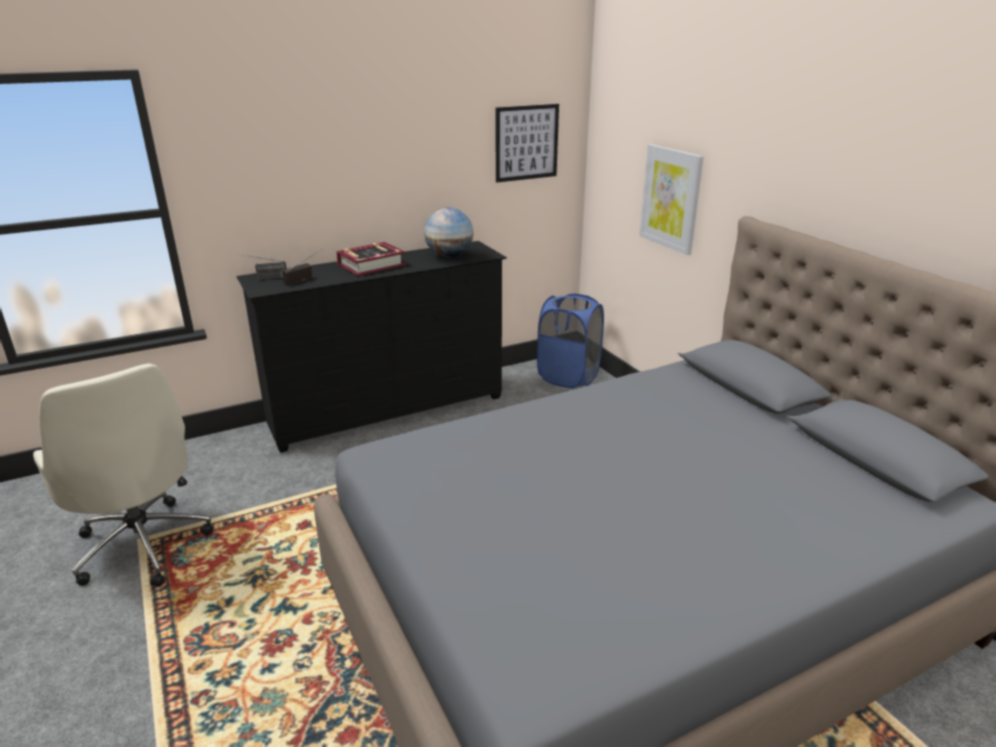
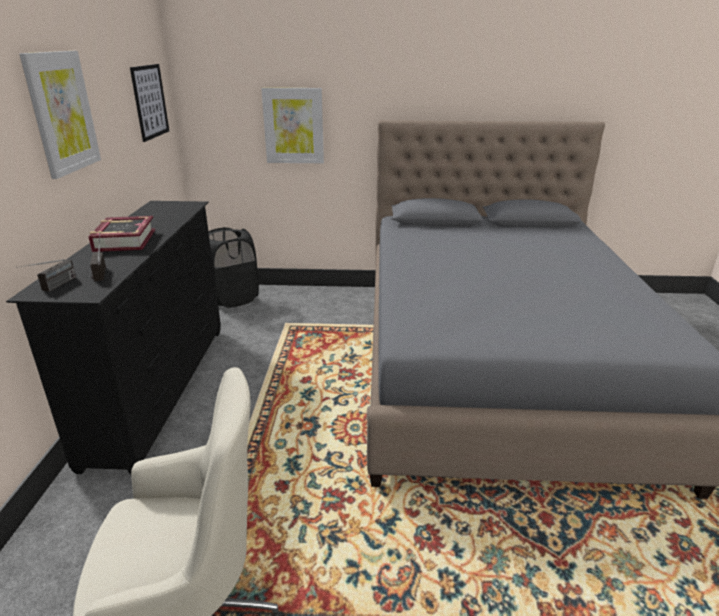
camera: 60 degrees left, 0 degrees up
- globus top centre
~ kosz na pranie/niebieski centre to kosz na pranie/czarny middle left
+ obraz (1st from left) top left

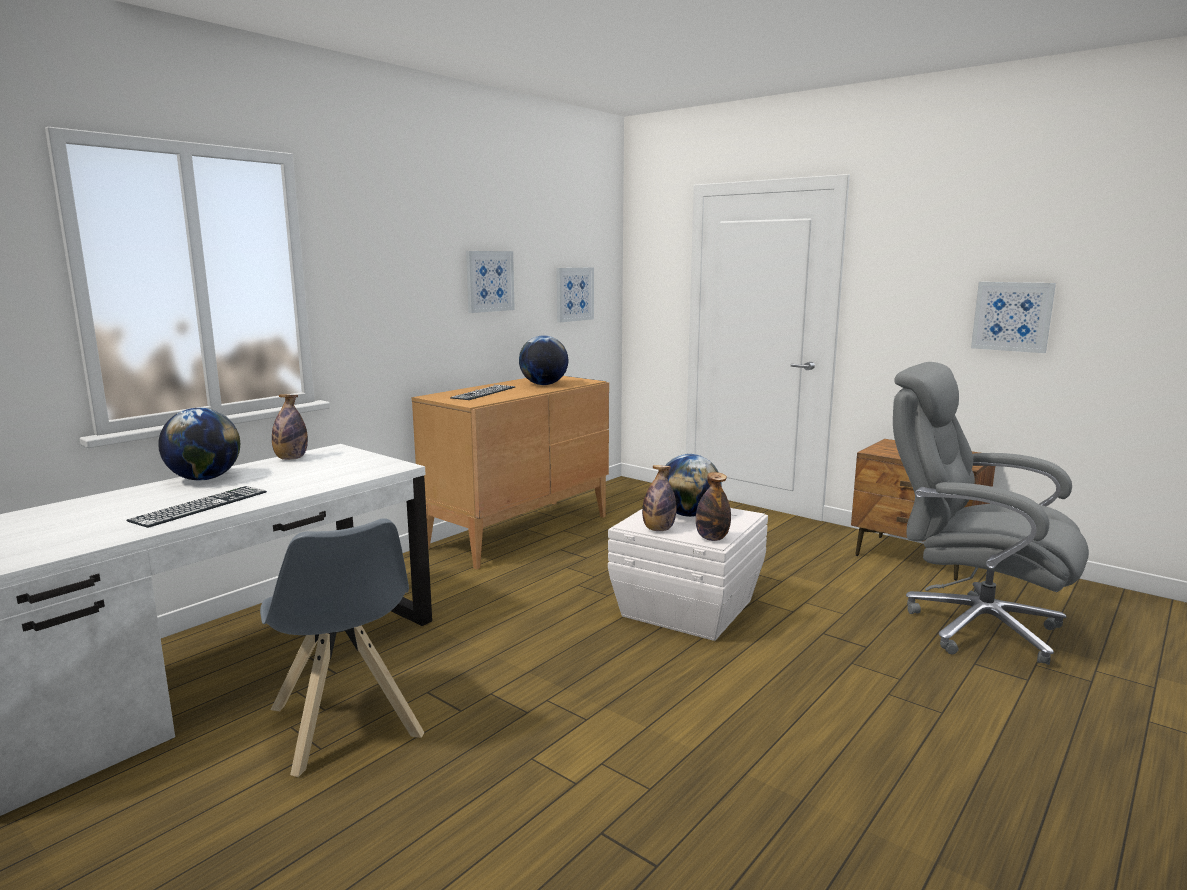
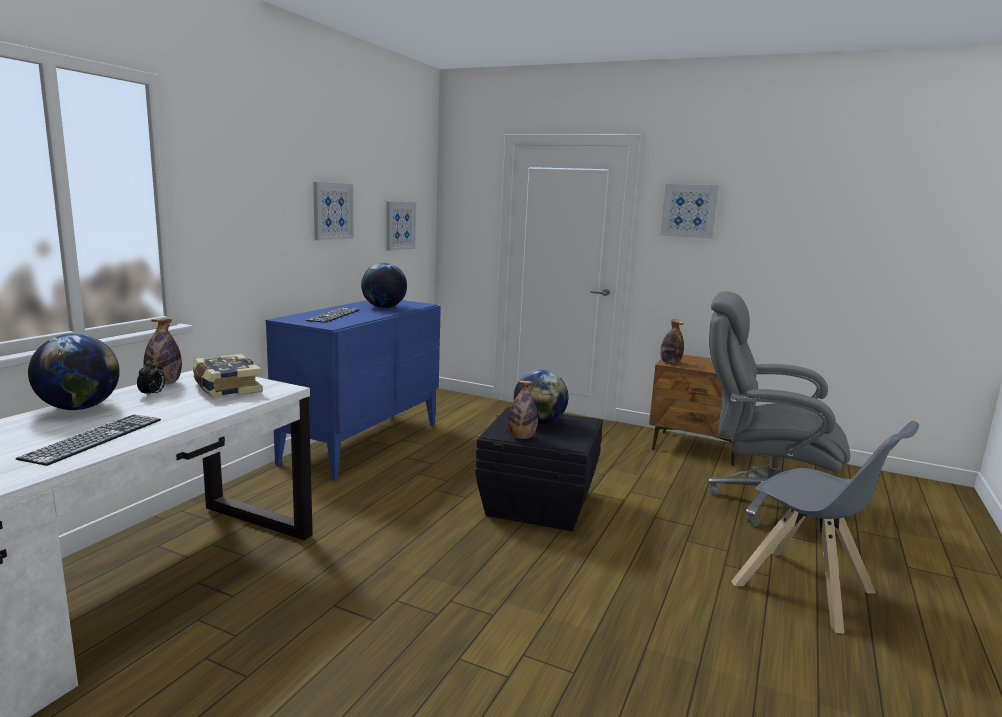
camera: 15 degrees left, 0 degrees up
~ krzesło/szary bottom left to bottom right
~ szafka/brązowy centre to szafka/niebieski centre
~ pojemnik do przechowywania/biały centre to pojemnik do przechowywania/czarny centre
~ butelka (3rd from left) centre to middle right
~ obraz (3rd from left) middle right to top right
+ budzik middle left
+ książka middle left

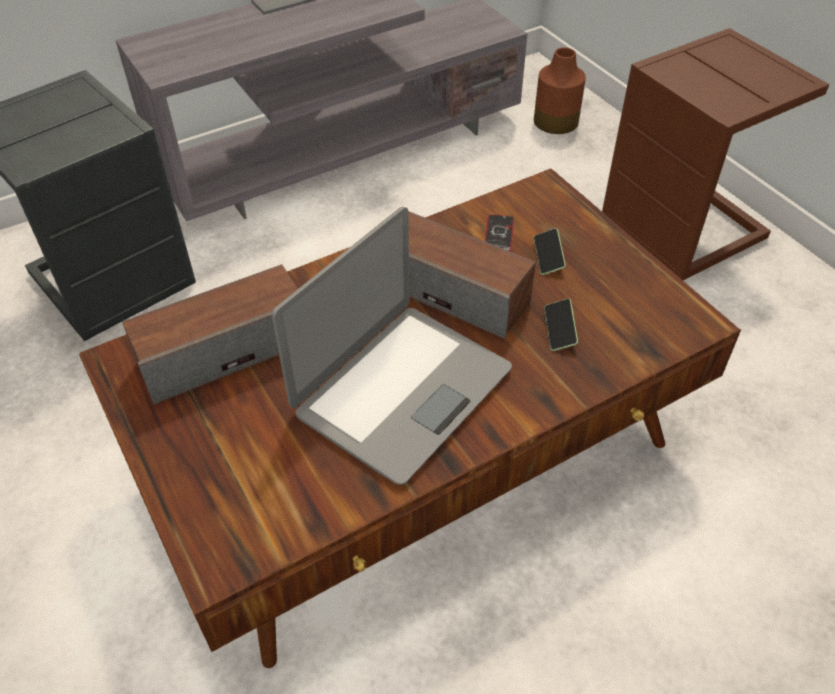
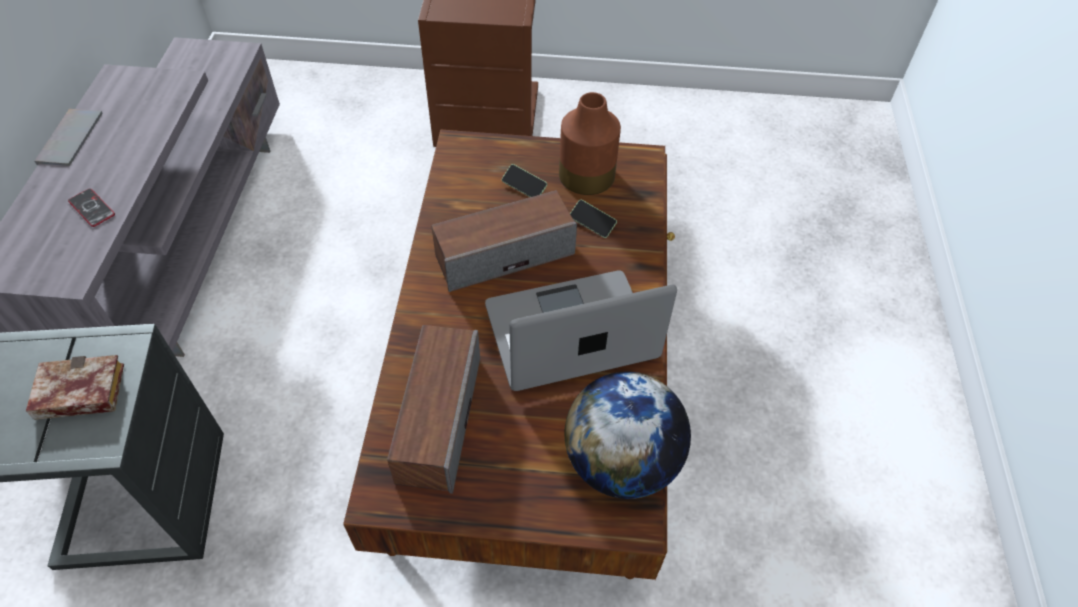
camera: 55 degrees left, 5 degrees up
~ laptop centre = centre 90 degrees counterclockwise
~ telefon (1st from left) centre to middle left
~ wazon/brązowy top right to top centre
+ książka middle left
+ globus bottom centre

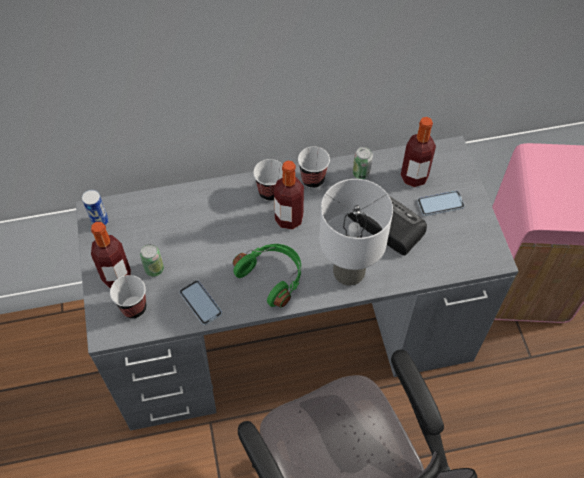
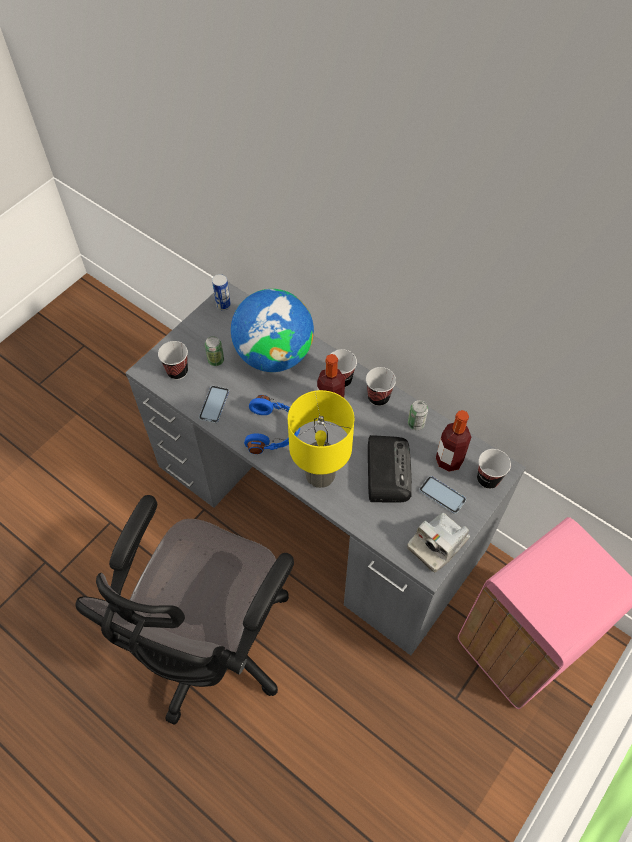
camera: 50 degrees right, 0 degrees up
- butelka (1st from left) middle left
~ słuchawki/zielony centre to słuchawki/niebieski centre
~ lampa stołowa/biały centre to lampa stołowa/żółty centre
+ globus centre
+ aparat fotograficzny middle right
+ filiżanka (4th from left) middle right

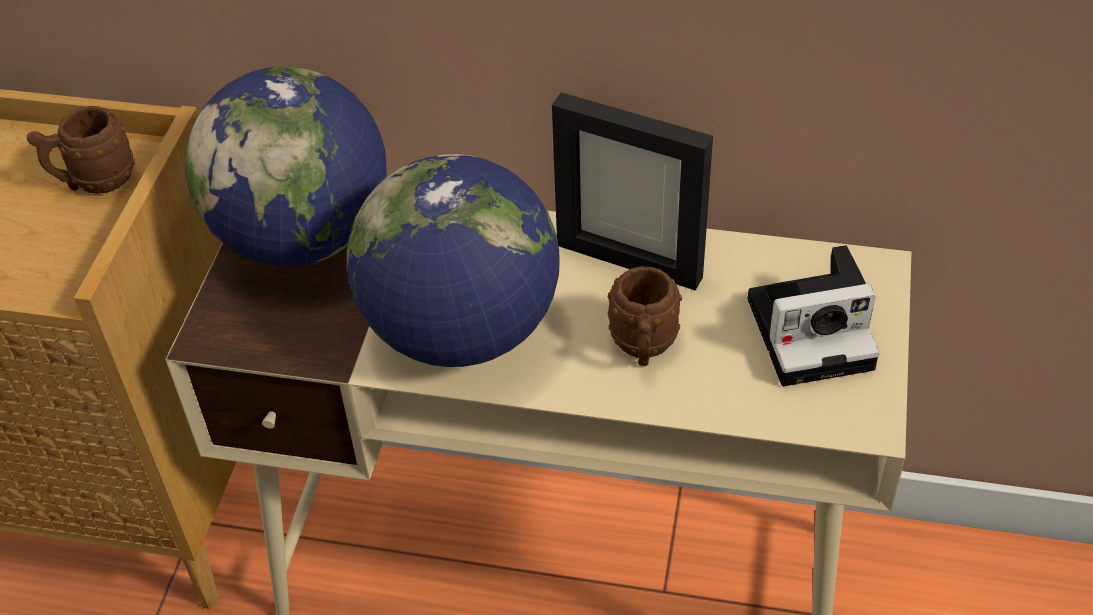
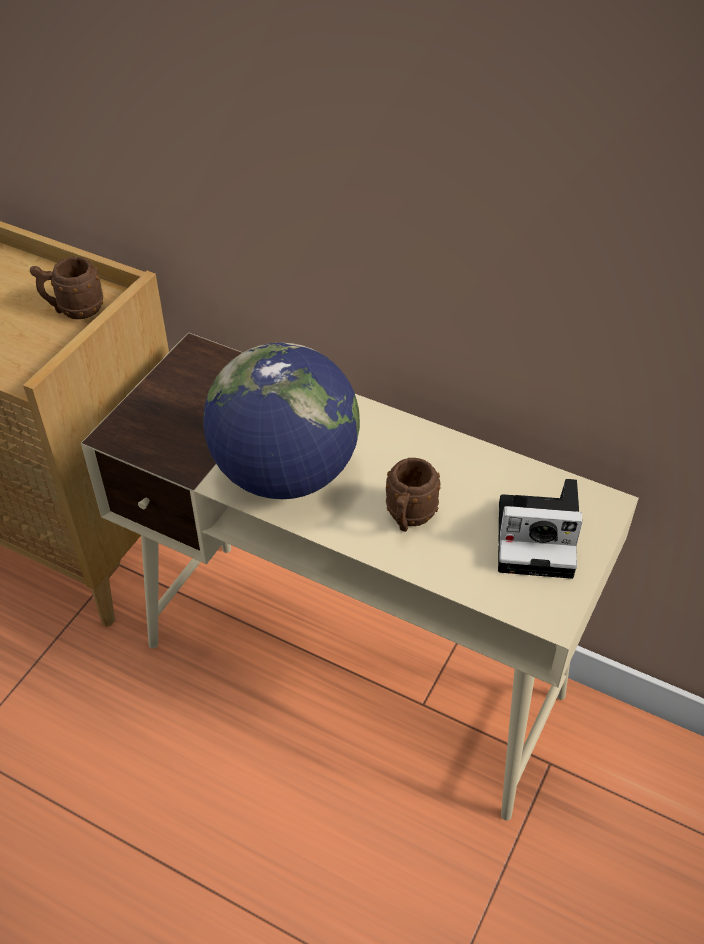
camera: 15 degrees right, 0 degrees up
- globus (1st from left) top left
- ramka na zdjęcie top centre

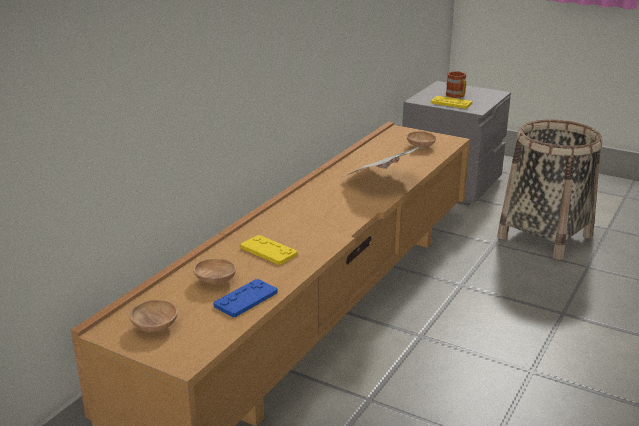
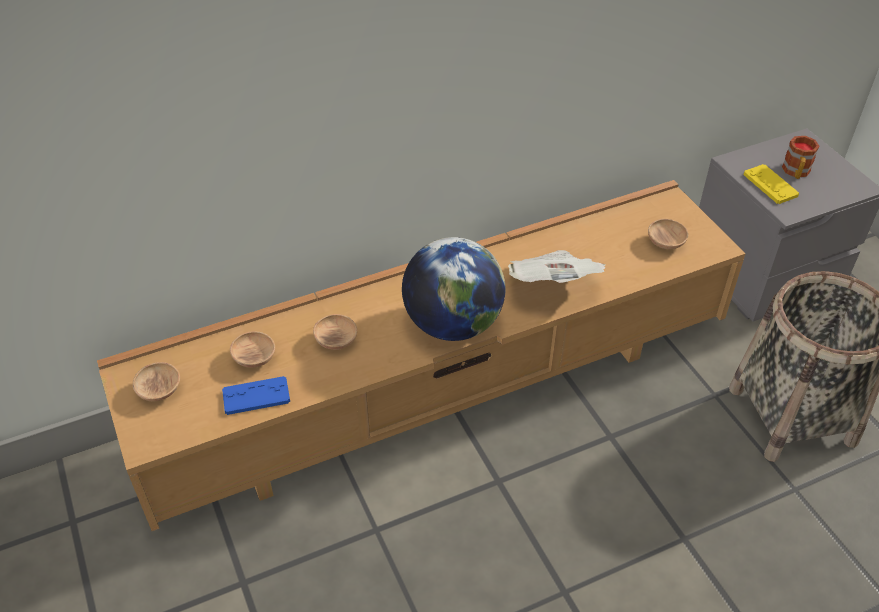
camera: 35 degrees right, 20 degrees up
~ pad do gier/żółty (1st from left) centre to miska/brązowy (3rd from left) centre
+ globus centre

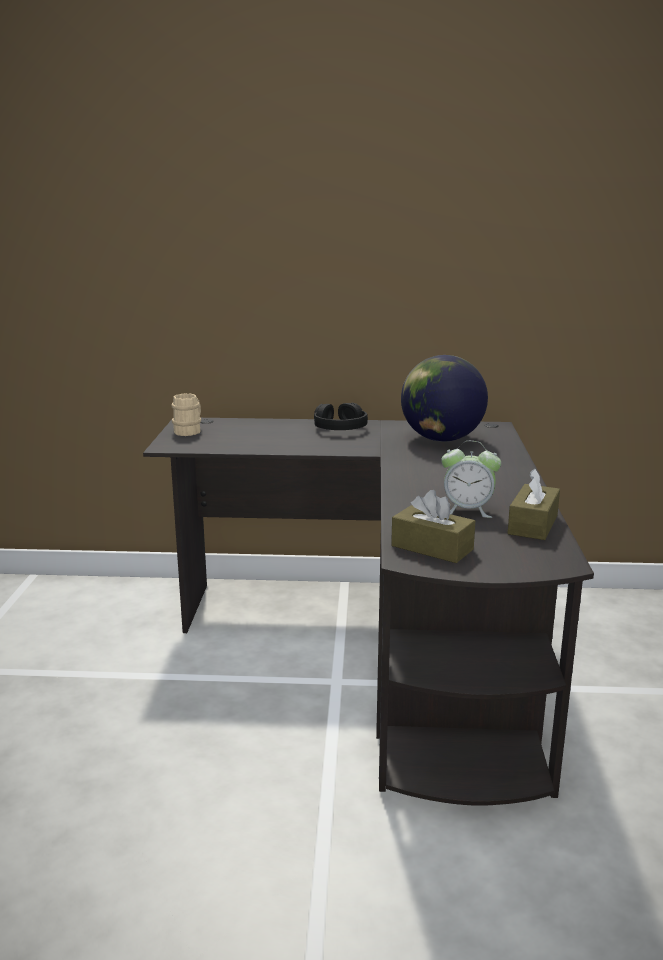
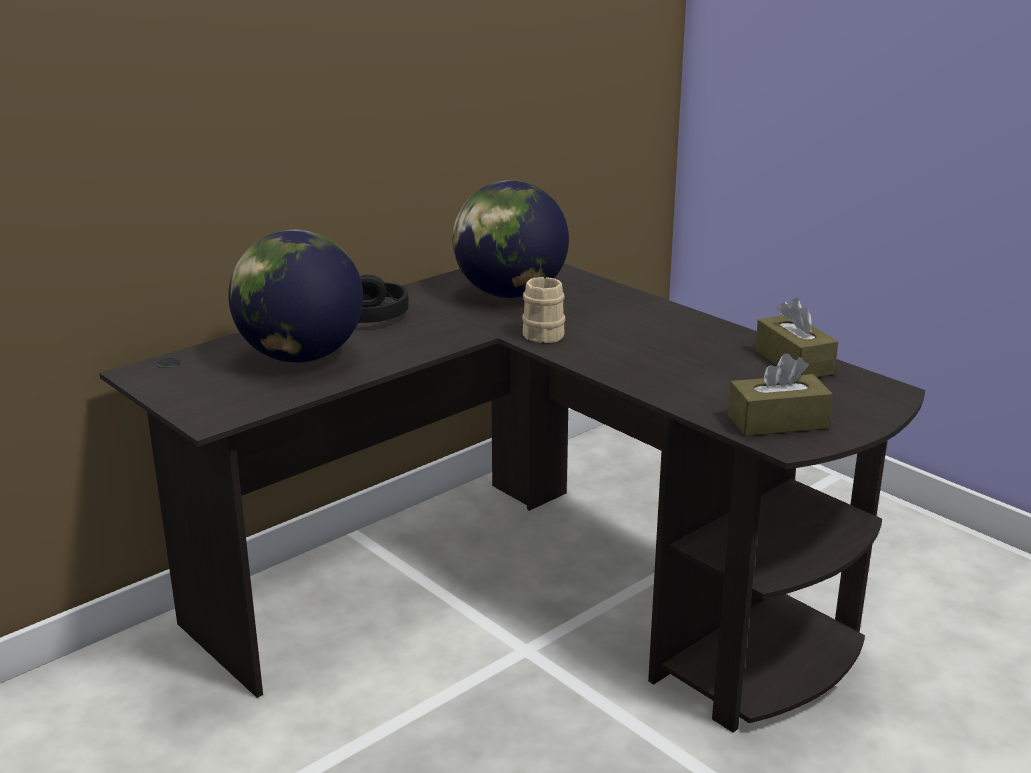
camera: 45 degrees left, 5 degrees up
~ kubek/beżowy middle left to centre
- budzik middle right
+ globus (1st from left) middle left

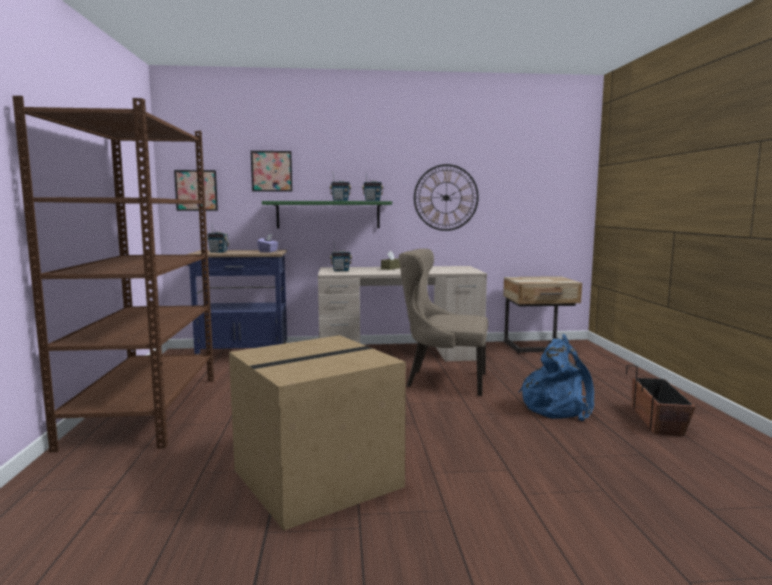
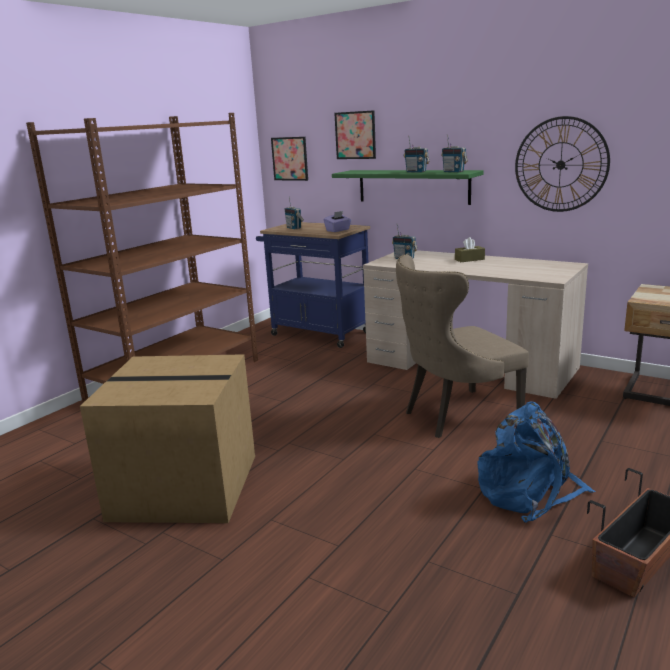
camera: 40 degrees right, 10 degrees up
~ krzesło/beżowy centre = middle right 75 degrees counterclockwise

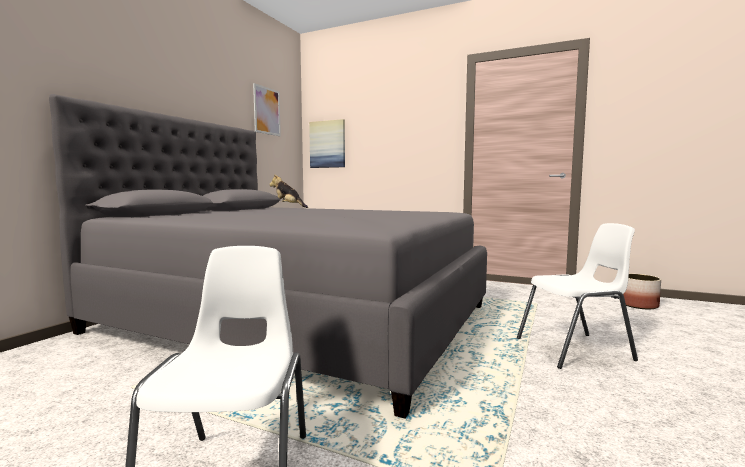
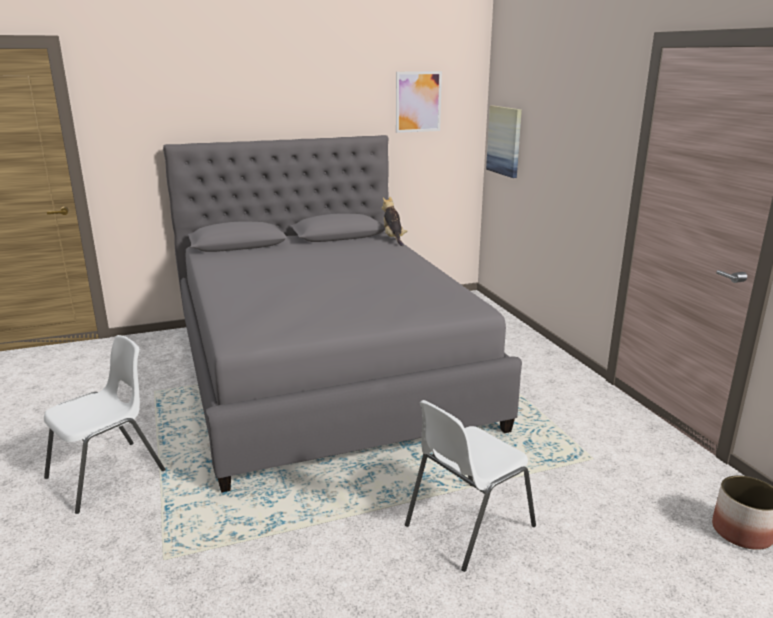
camera: 45 degrees right, 15 degrees up
~ krzesło/biały (2nd from left) middle right = bottom centre 105 degrees clockwise

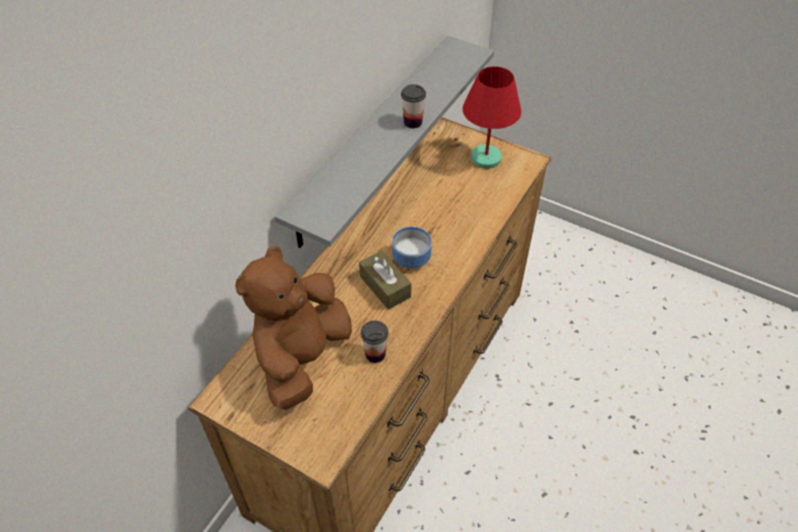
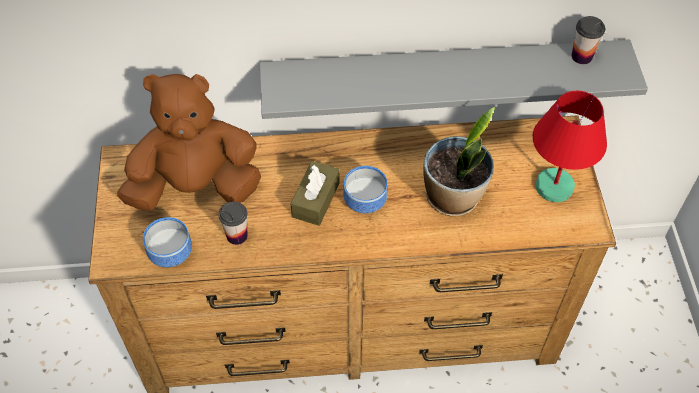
camera: 55 degrees right, 5 degrees up
~ filiżanka (2nd from left) top centre to top right
+ miska (1st from left) middle left
+ roślina doniczkowa centre

